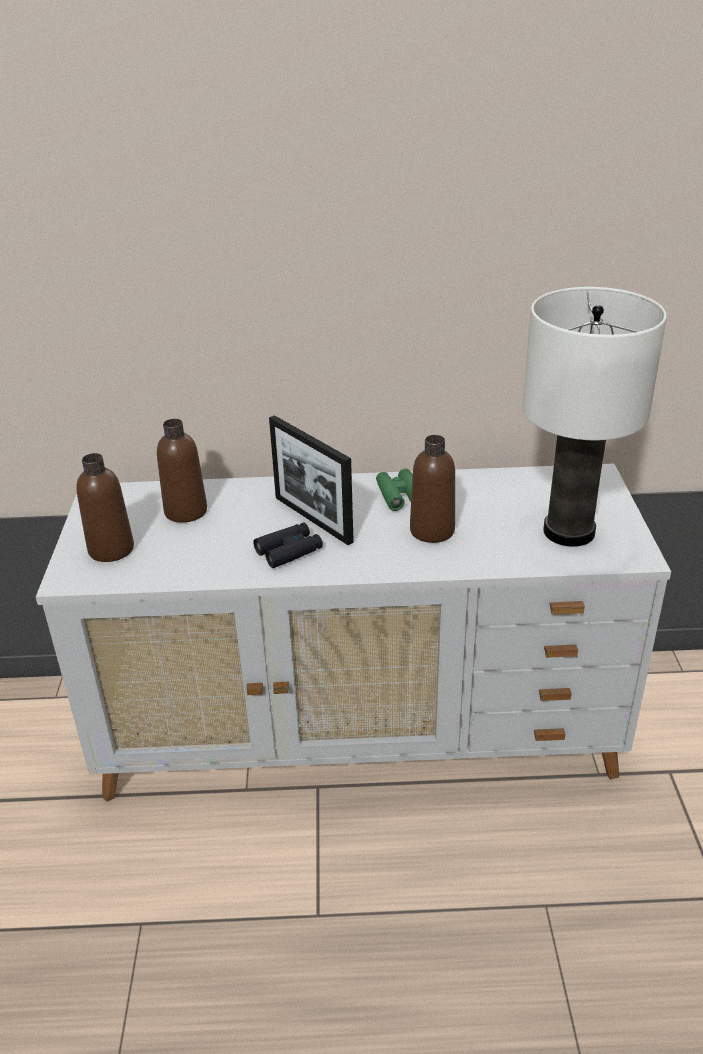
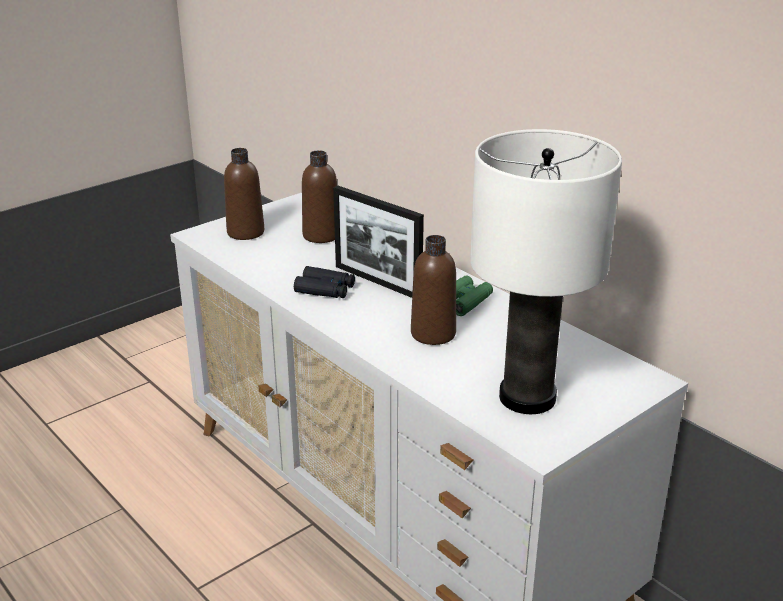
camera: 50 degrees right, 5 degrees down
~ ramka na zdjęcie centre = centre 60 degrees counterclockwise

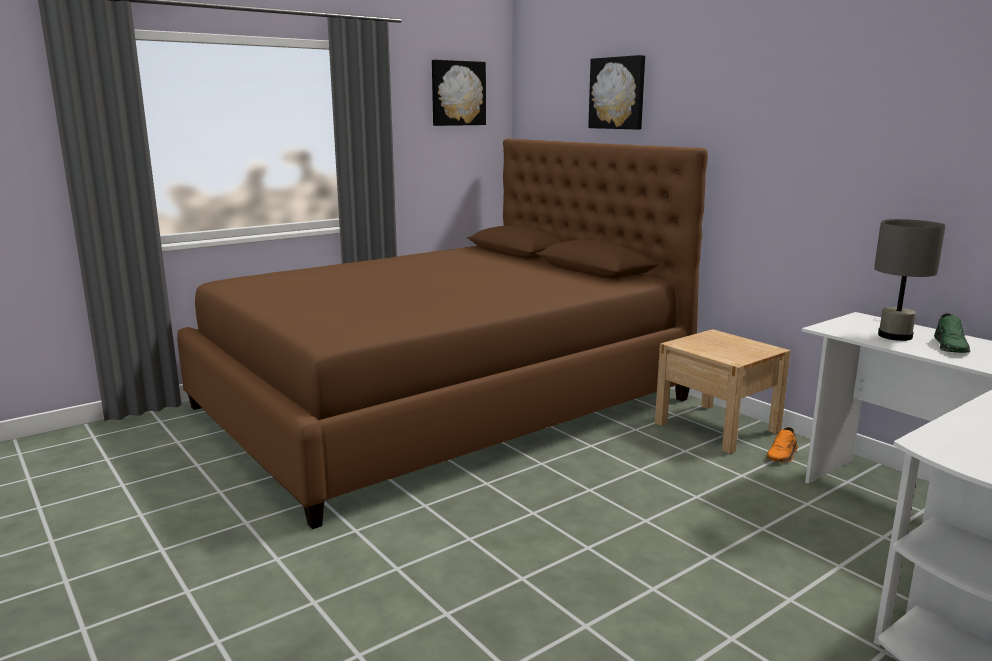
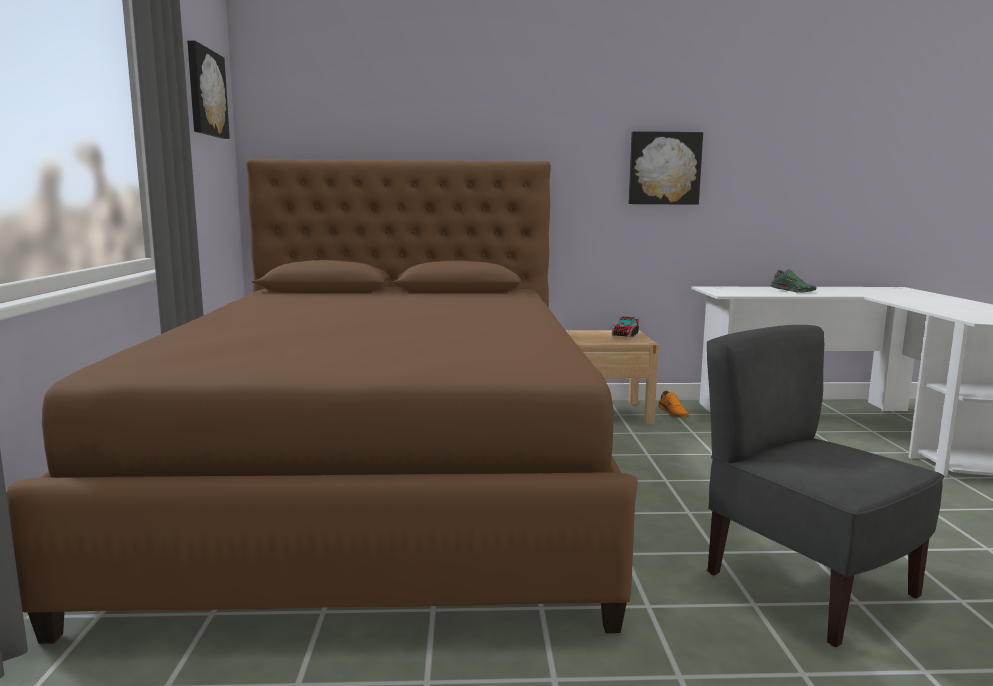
camera: 55 degrees left, 5 degrees down
~ obraz (2nd from left) top centre to top right
- lampa stołowa/szary middle right
+ ciężarówka zabawkowa centre
+ krzesło/szary bottom right

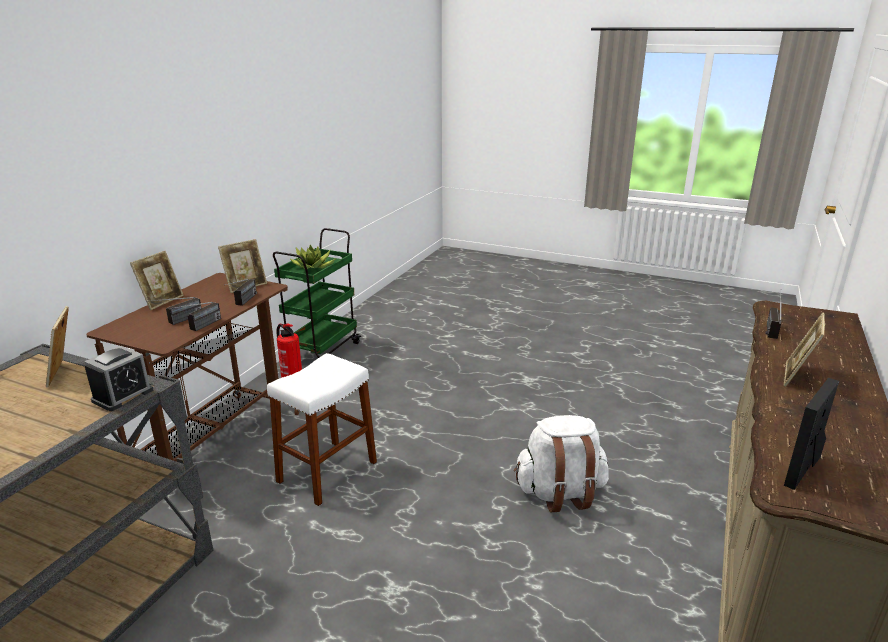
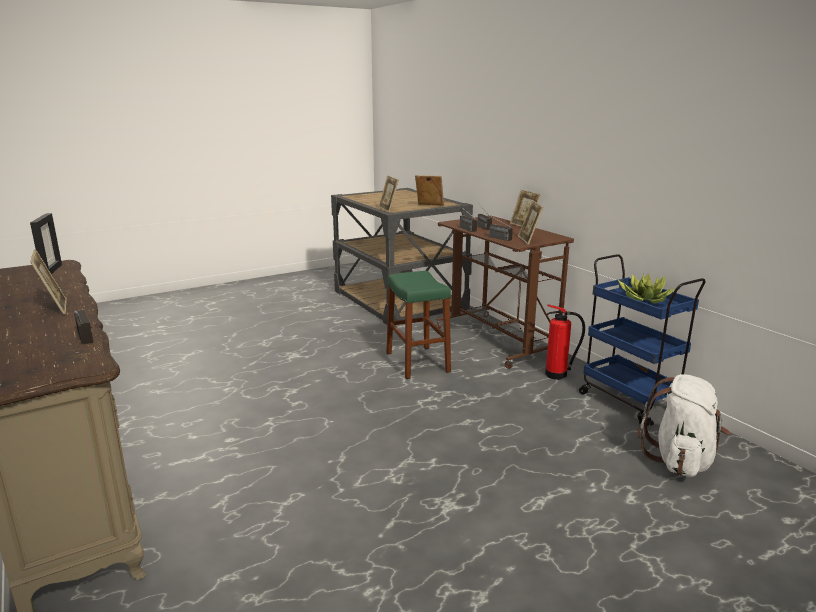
camera: 125 degrees right, 5 degrees down
~ budzik middle left to ramka na zdjęcie (3rd from left) top centre
~ stołek/biały bottom centre to stołek/zielony centre
~ wózek/zielony centre to wózek/niebieski middle right
~ plecak/biały bottom centre to bottom right

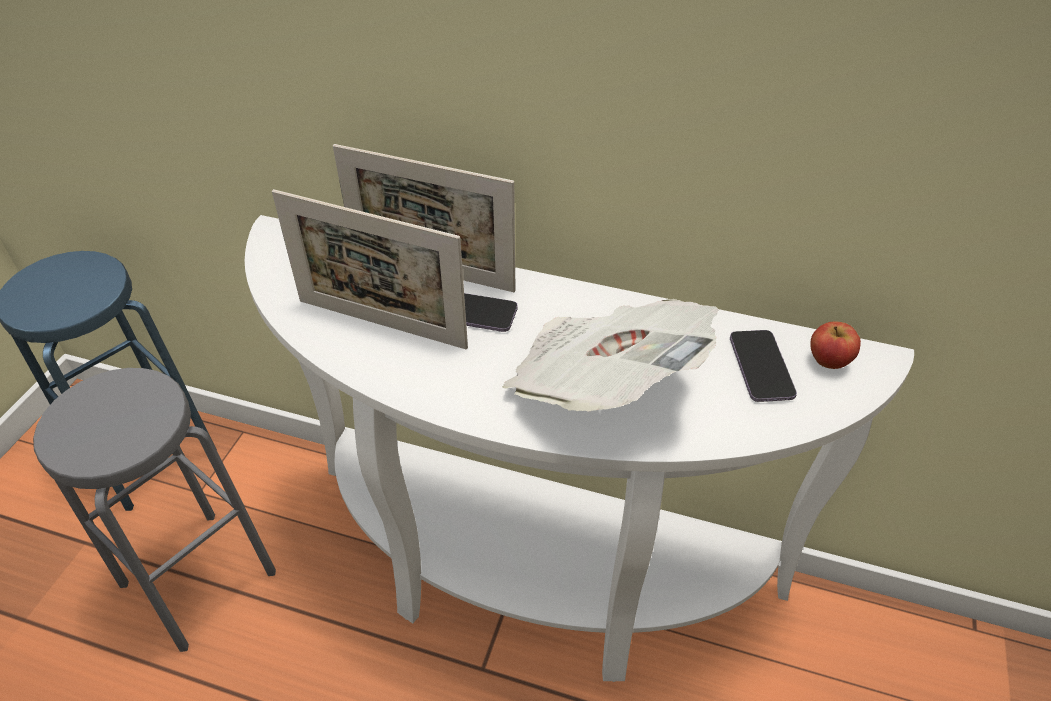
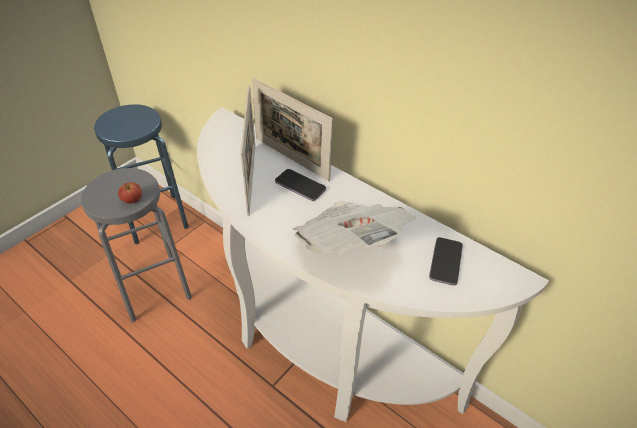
camera: 20 degrees right, 0 degrees up
~ ramka na zdjęcie (1st from left) centre = centre 135 degrees counterclockwise
~ jabłko middle right to middle left

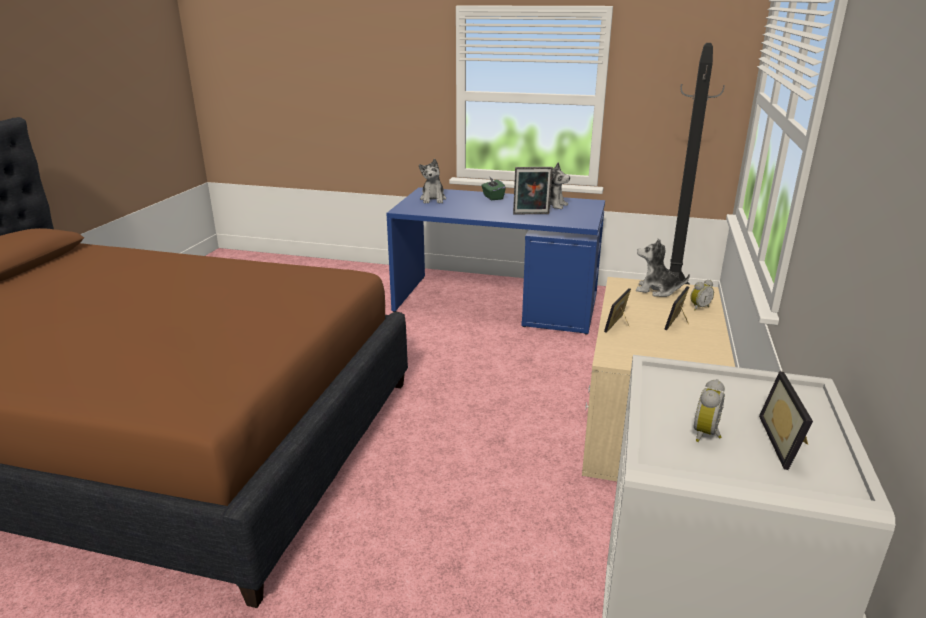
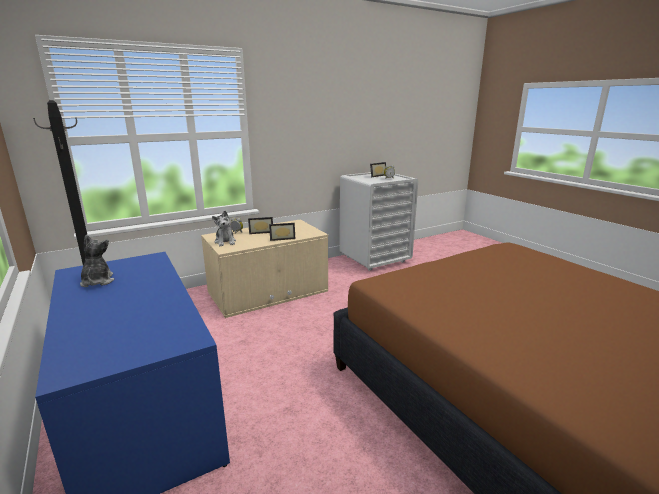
camera: 135 degrees left, 5 degrees down
- pluszak (1st from left) top centre
- pudełko chusteczek/zielony top centre
- ramka na zdjęcie (1st from left) top centre

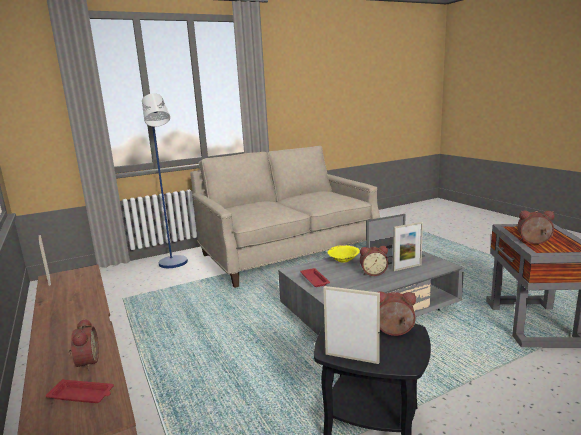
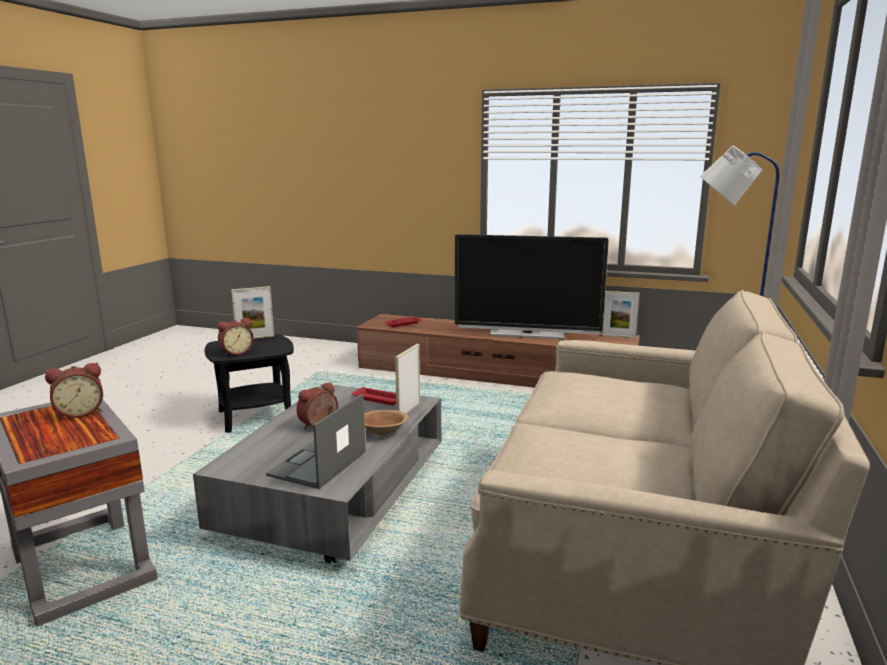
camera: 135 degrees right, 0 degrees up
- budzik (1st from left) bottom left
~ miska/żółty centre to miska/brązowy centre
~ ramka na zdjęcie (3rd from left in the first image) middle right to ramka na zdjęcie (2nd from left) centre
+ telewizor centre

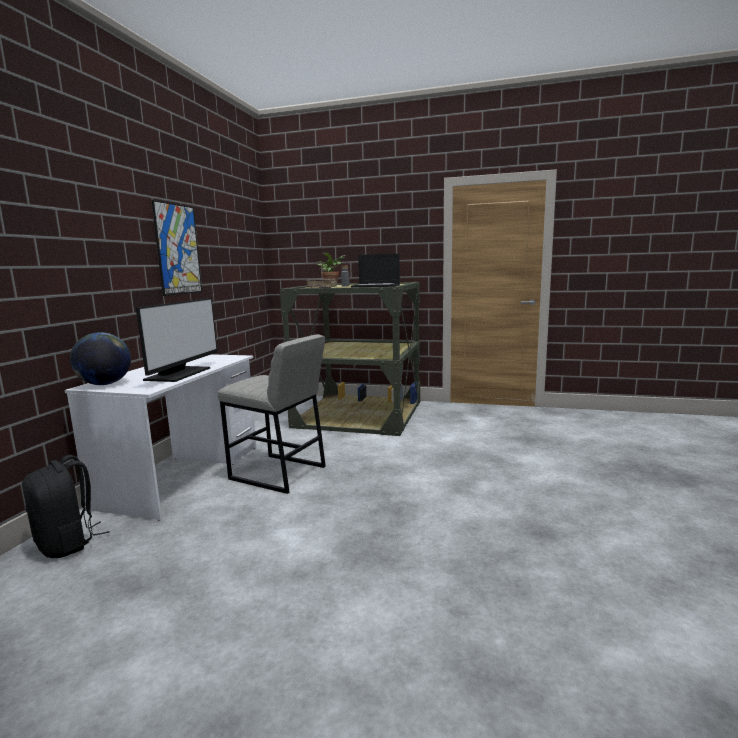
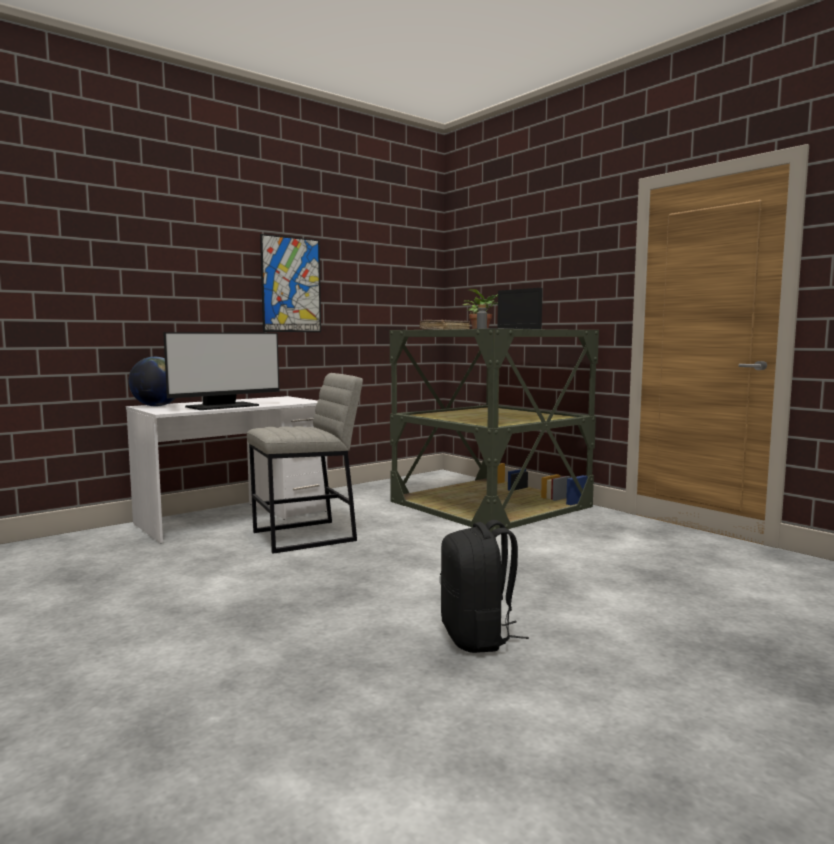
camera: 35 degrees right, 5 degrees down
~ plecak/czarny bottom left to bottom centre
~ krzesło/szary centre = centre 90 degrees counterclockwise

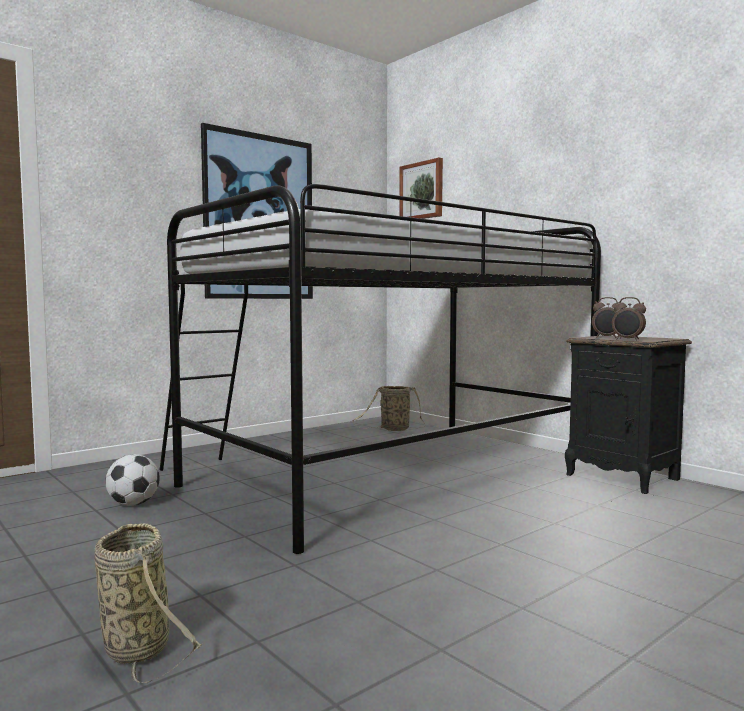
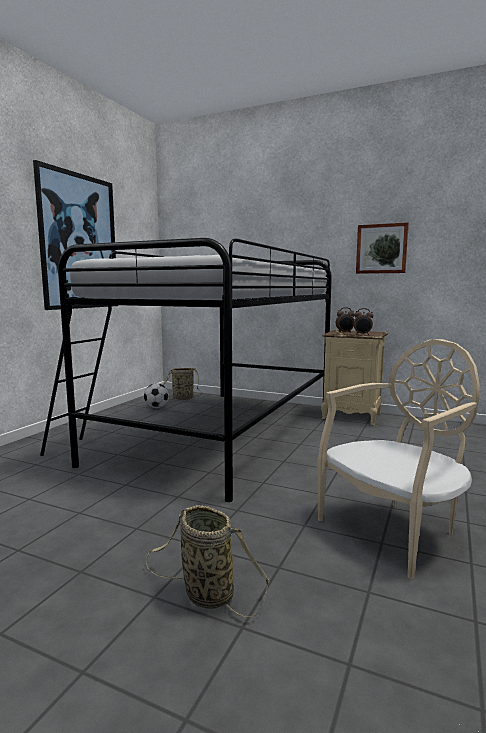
camera: 25 degrees left, 5 degrees up
~ piłka futbolowa bottom left to middle left
~ obraz (2nd from left) top centre to middle right
~ szafka nocna/czarny middle right to szafka nocna/beżowy middle right
+ krzesło/beżowy middle right

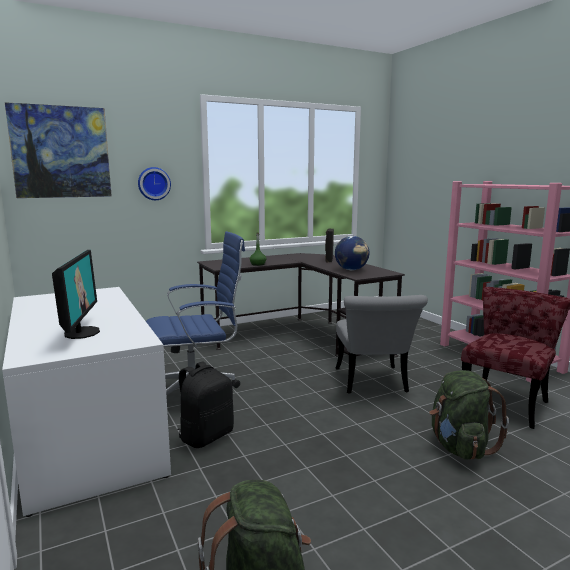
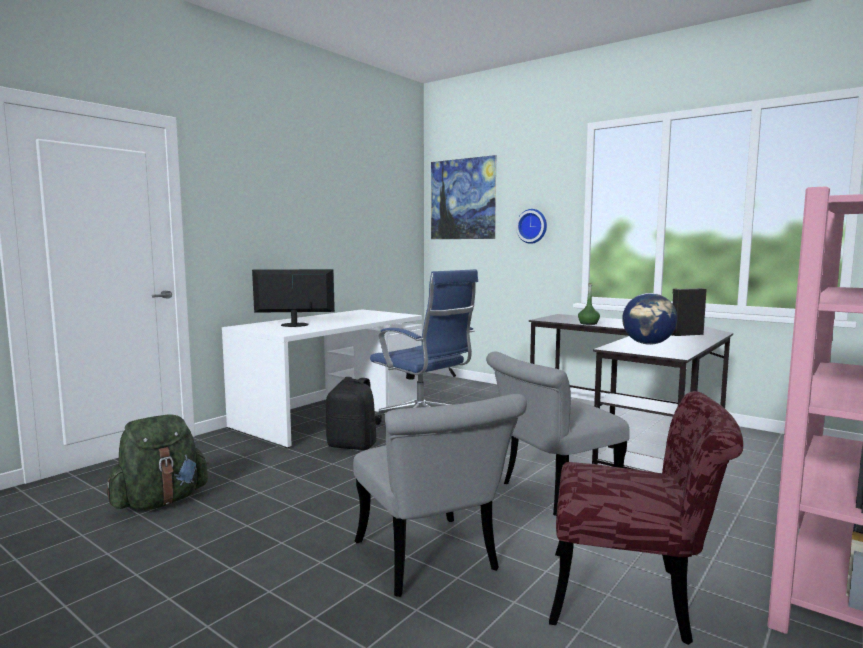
camera: 65 degrees right, 5 degrees down
~ monitor middle left = centre 150 degrees counterclockwise
~ plecak/zielony (2nd from left) bottom right to krzesło/szary (1st from left) bottom centre

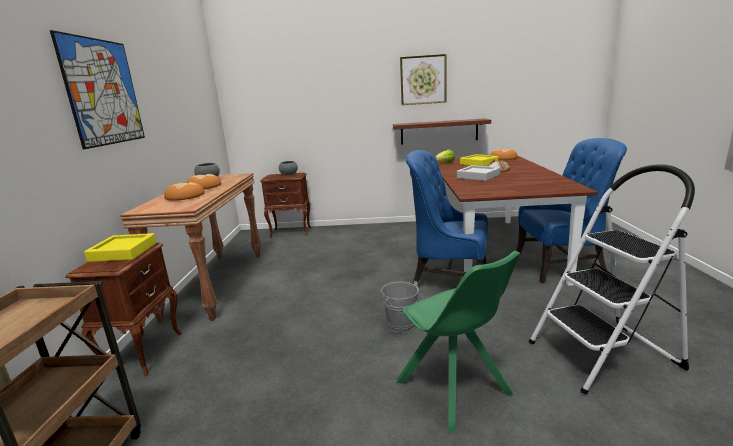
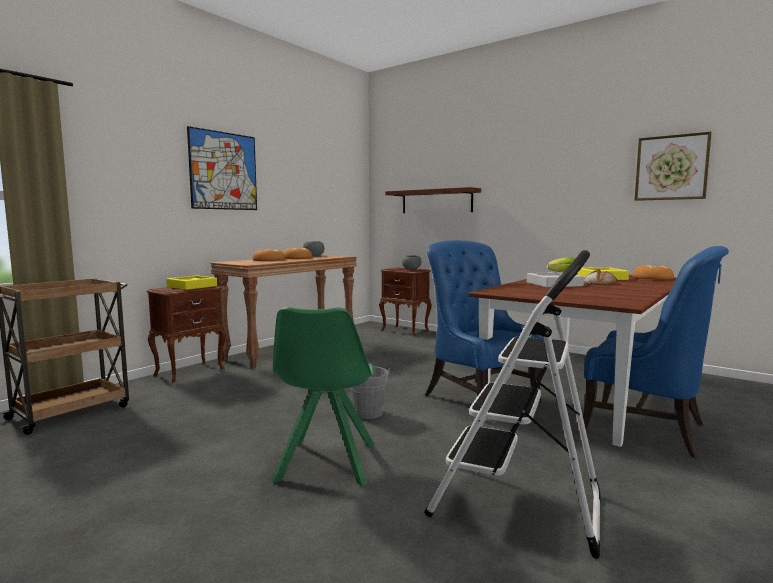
camera: 35 degrees right, 10 degrees down
~ półka/brązowy top centre to centre
~ obraz (2nd from left) top centre to top right

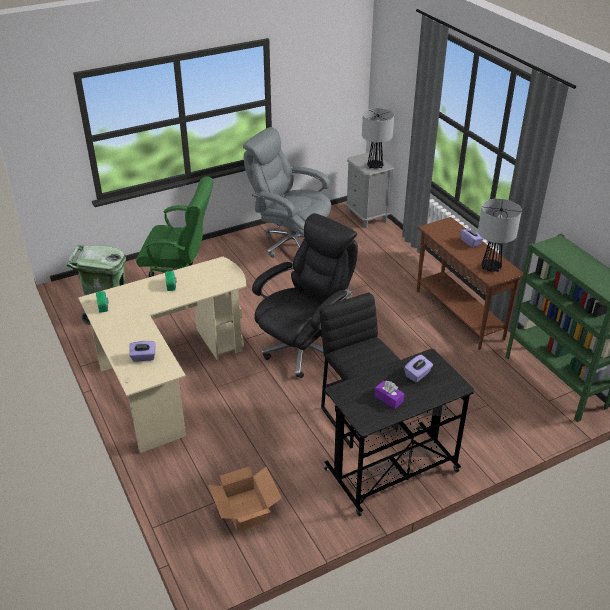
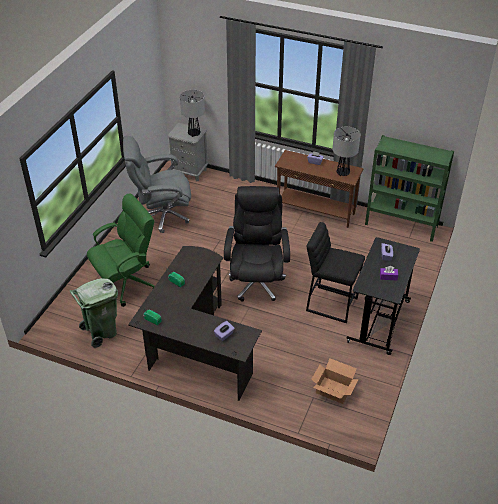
camera: 40 degrees left, 5 degrees up
~ biurko/beżowy middle left to biurko/czarny (1st from left) centre

